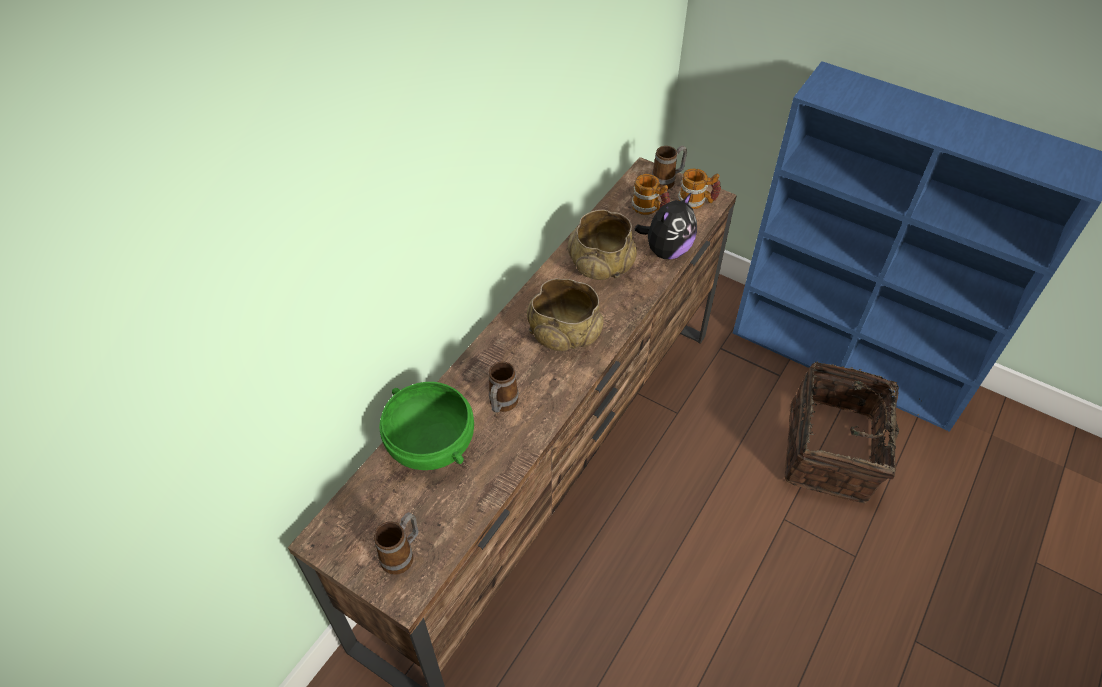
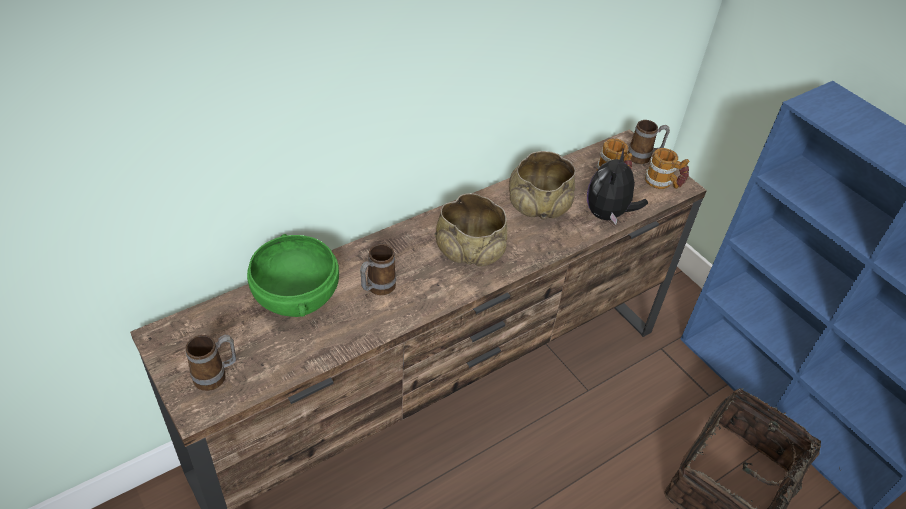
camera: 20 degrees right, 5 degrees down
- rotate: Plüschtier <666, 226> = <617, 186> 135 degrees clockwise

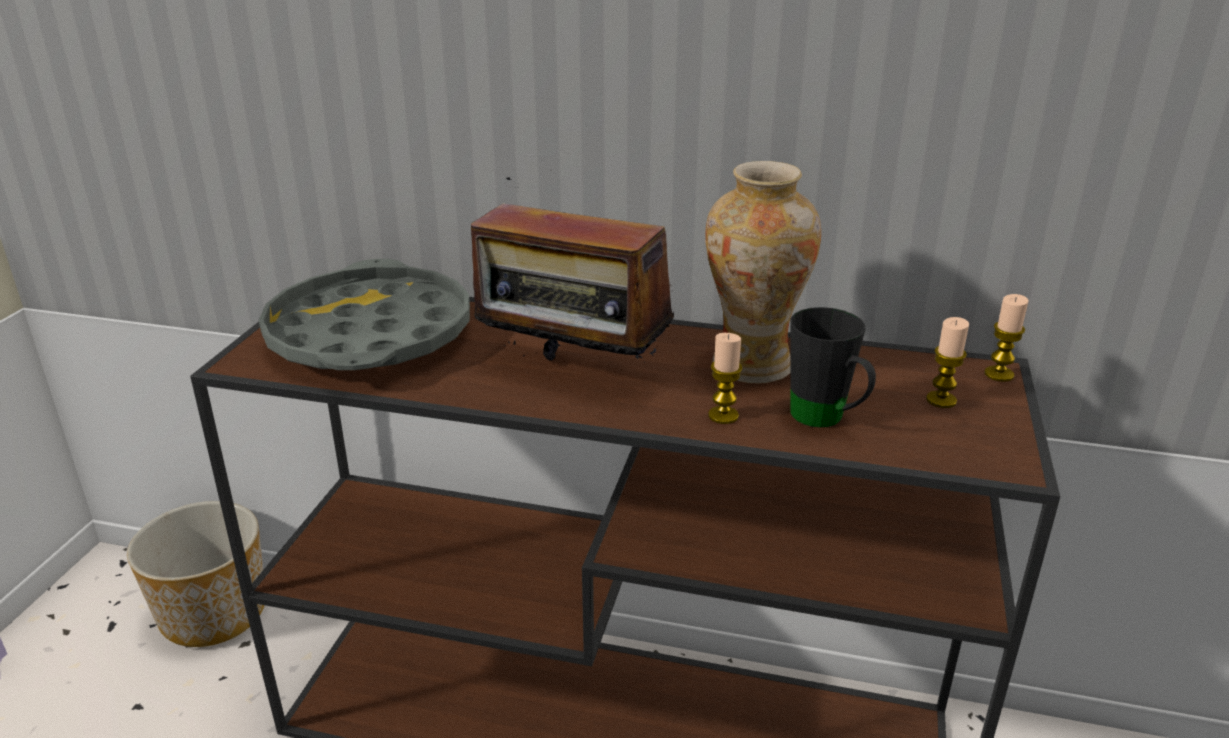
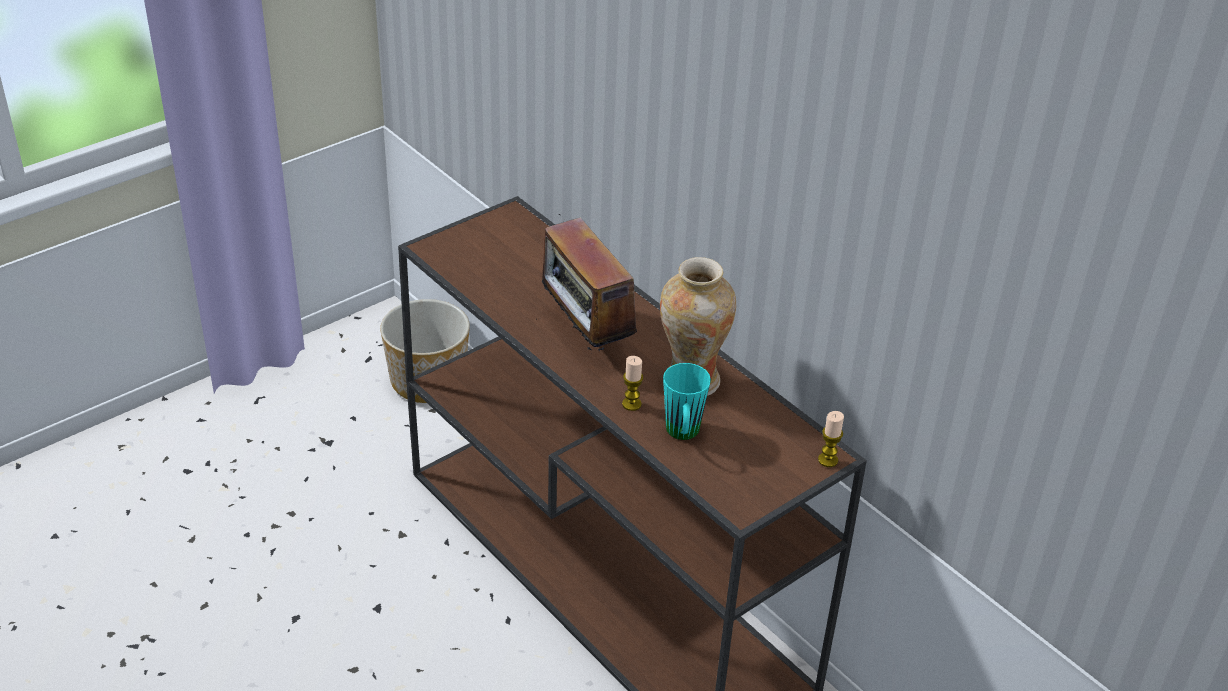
camera: 35 degrees right, 10 degrees up
- recolor: Henkelbecher/schwarz <833, 367> to Henkelbecher/türkis <687, 401>
- delete: Tablett/grau <364, 314>
- delete: Kerze <947, 362>

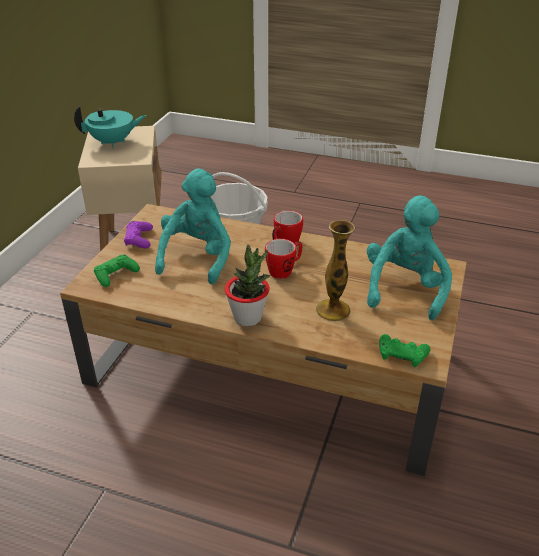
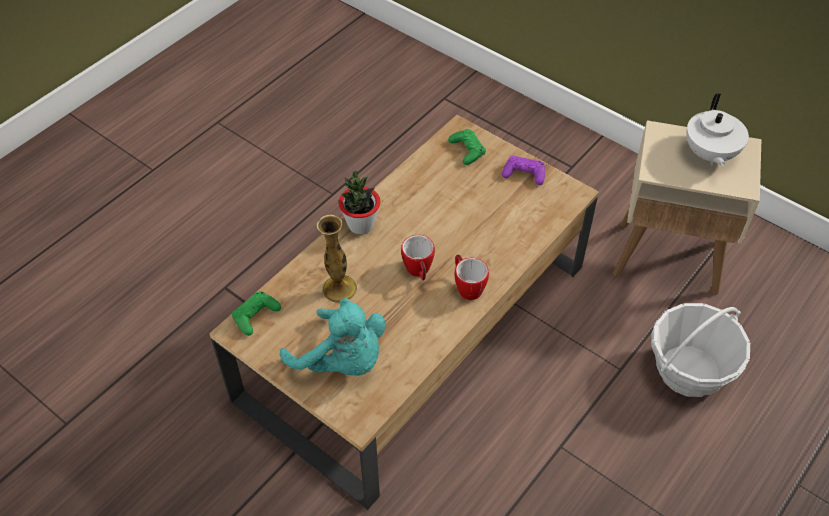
camera: 110 degrees right, 15 degrees up
- recolor: Teekanne/türkis <110, 126> to Teekanne/weiß <717, 129>
- delete: Plüschtier/türkis <193, 226>

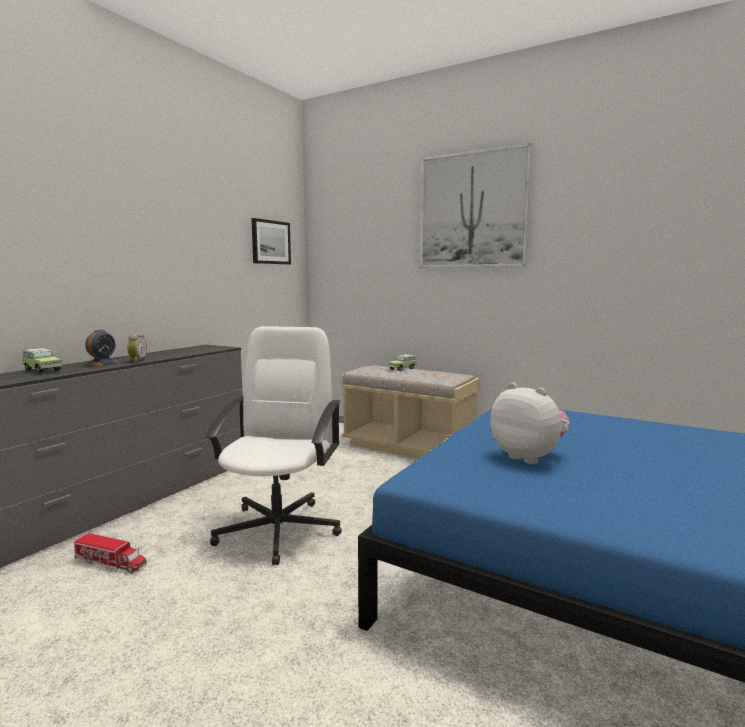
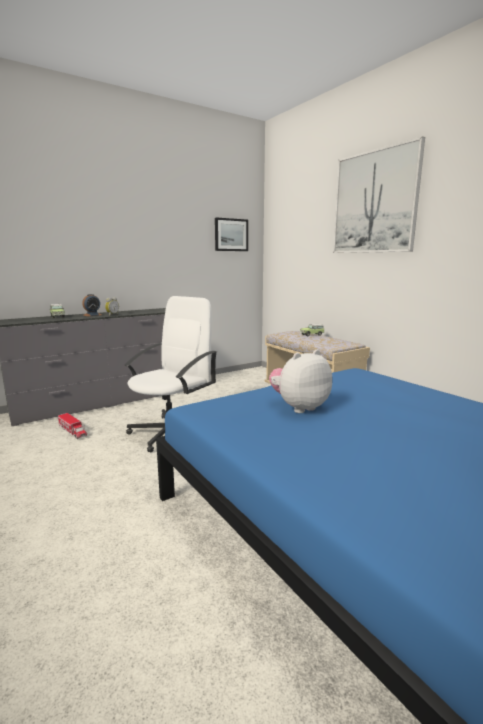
camera: 25 degrees right, 5 degrees up
- rotate: Plüschtier <530, 423> = <300, 381> 105 degrees counterclockwise

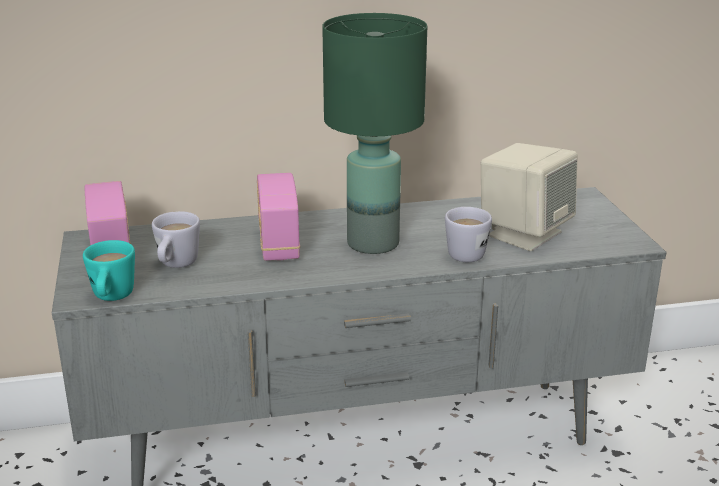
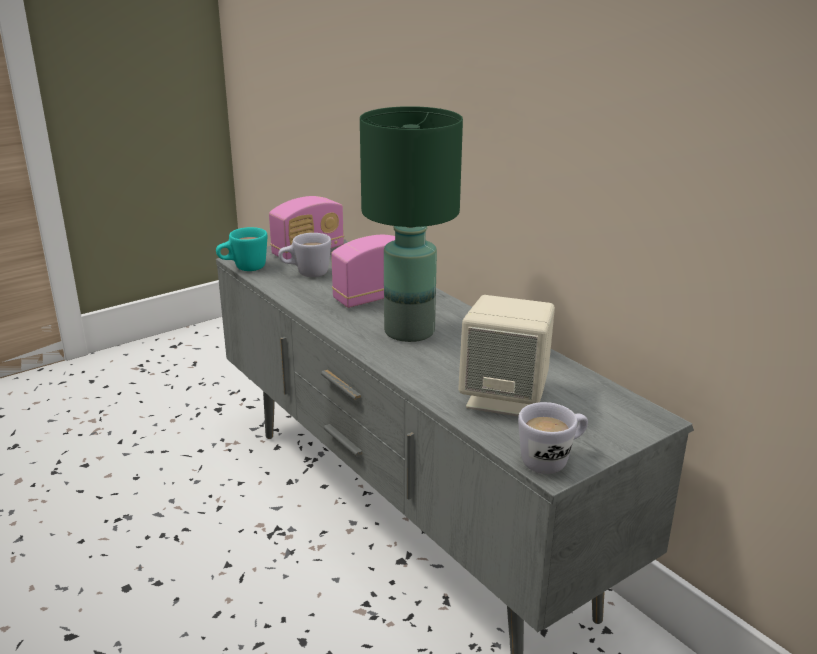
camera: 65 degrees right, 0 degrees up
- move: Henkelbecher/weiß <468, 234> to <553, 438>

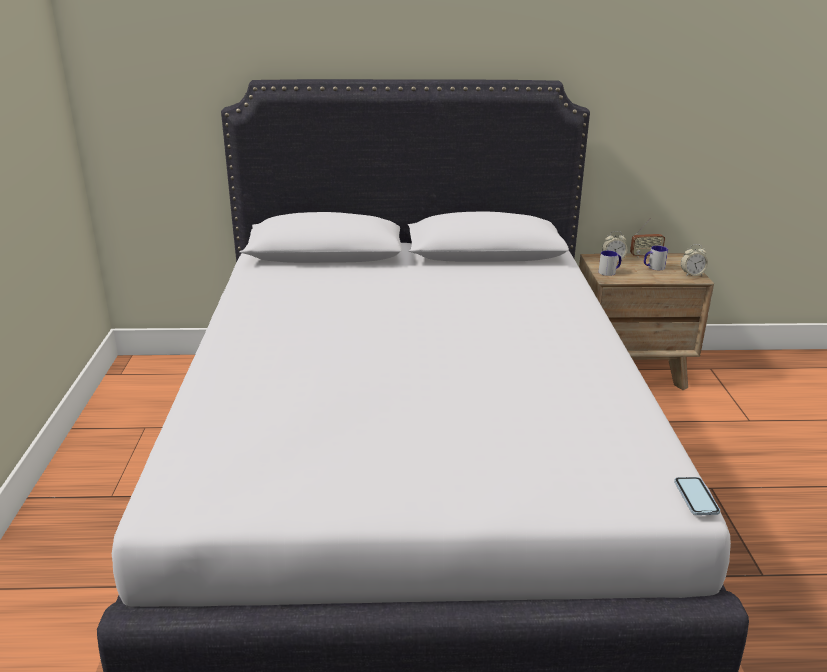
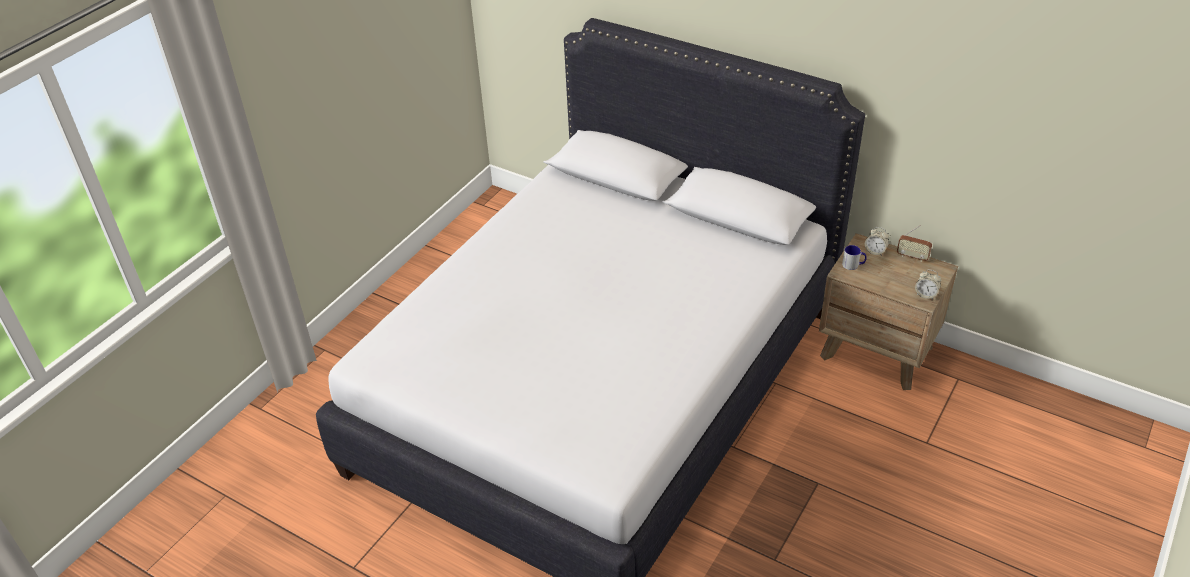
camera: 35 degrees right, 15 degrees up
- delete: Henkelbecher <656, 258>
- delete: Handy <697, 496>

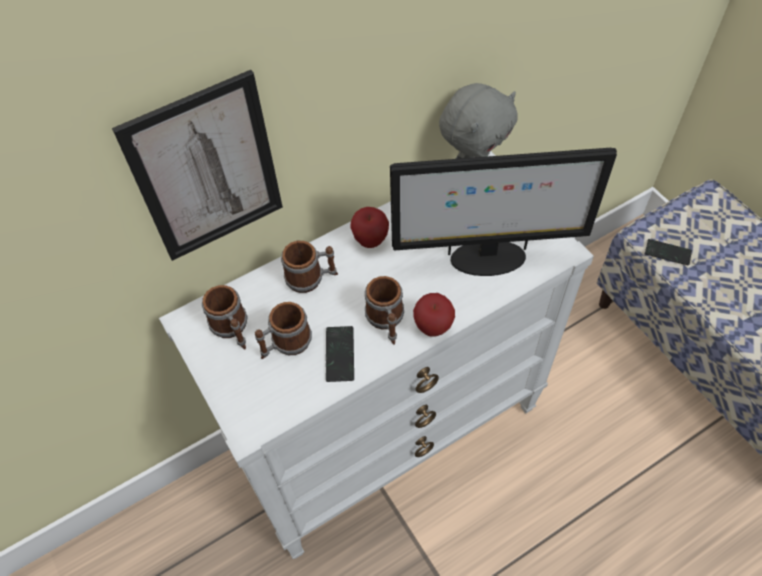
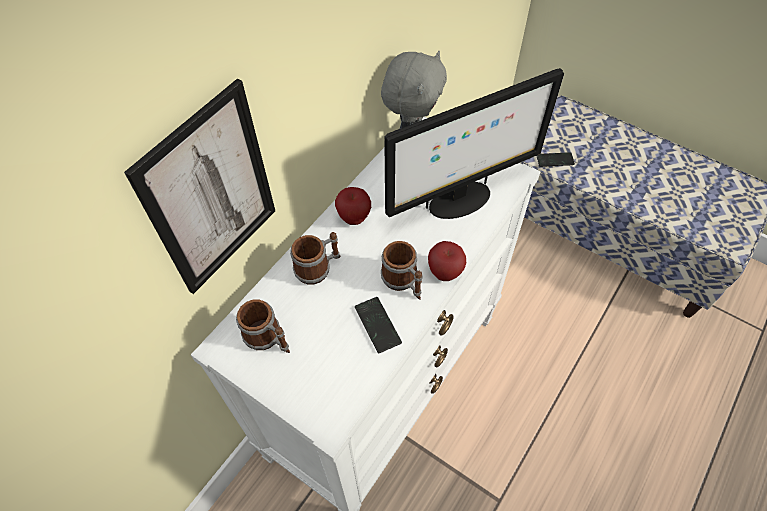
camera: 25 degrees left, 0 degrees up
- delete: Henkelbecher <283, 330>

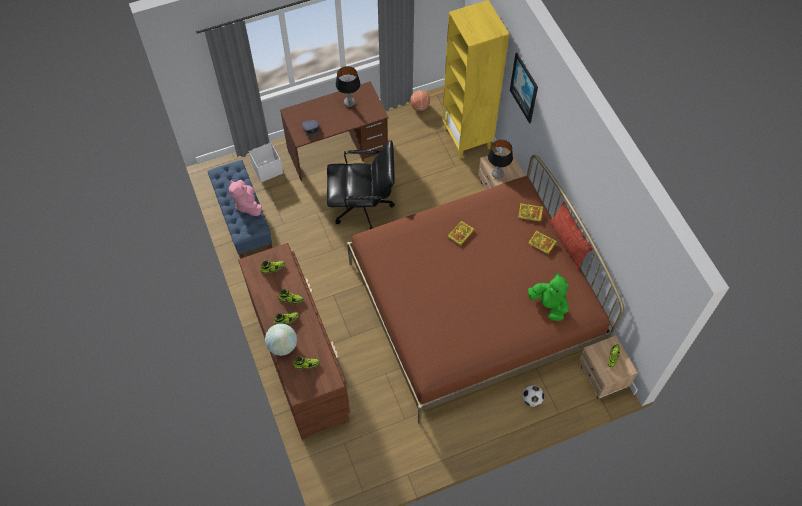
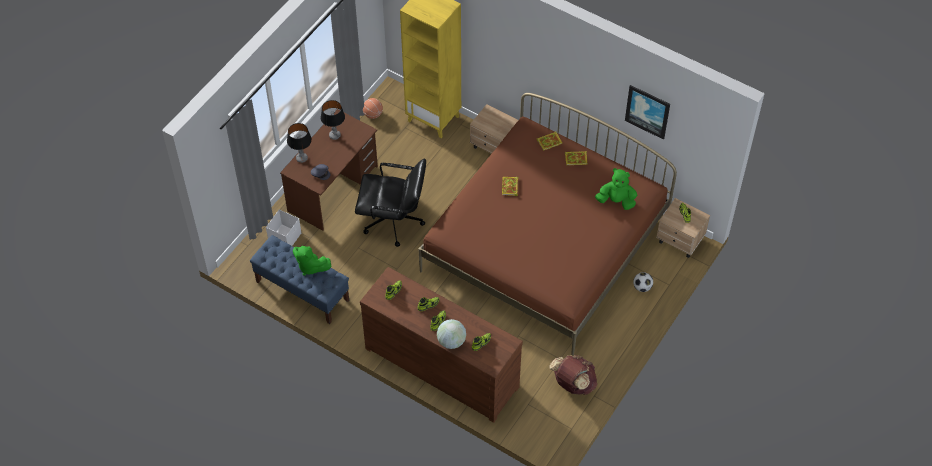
camera: 35 degrees left, 5 degrees down
- move: Tischlampe <500, 159> to <299, 143>
- recolor: Plüschtier/rosa <245, 198> to Plüschtier/grün <312, 261>
- rotate: Bürostuhl/schwarz <361, 185> = <390, 202> 45 degrees clockwise
- insert: Rucksack/braun <573, 375>
- move: Bild <524, 88> to <647, 112>
- delete: Kissen <571, 235>

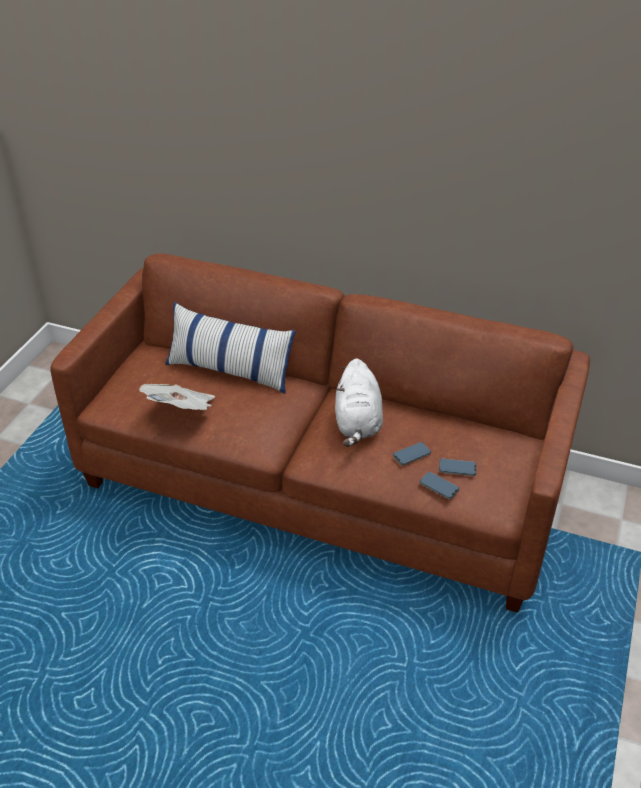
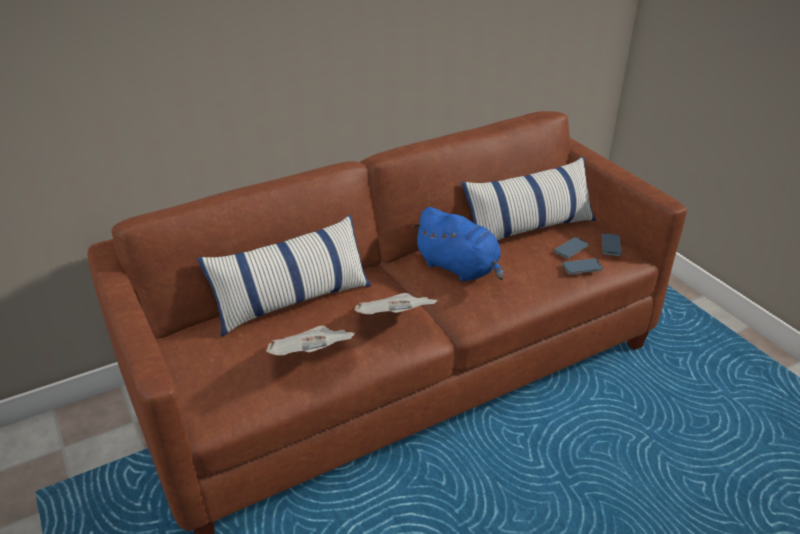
camera: 50 degrees left, 5 degrees down
- insert: Zeitung <396, 303>
- recolor: Plüschtier/weiß <359, 403> to Plüschtier/blau <458, 244>
- insert: Kissen <529, 198>
- move: Handy <412, 454> to <611, 244>

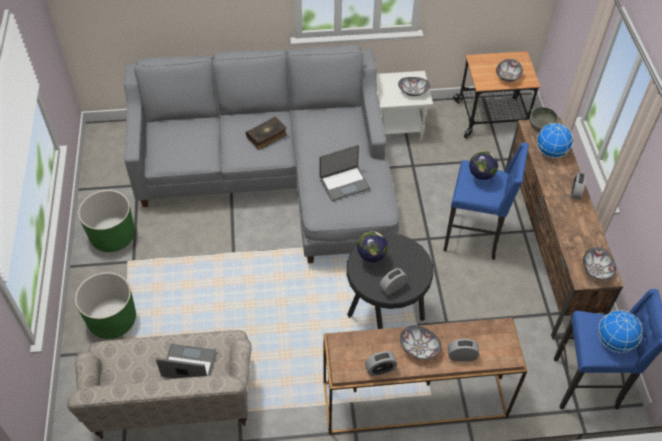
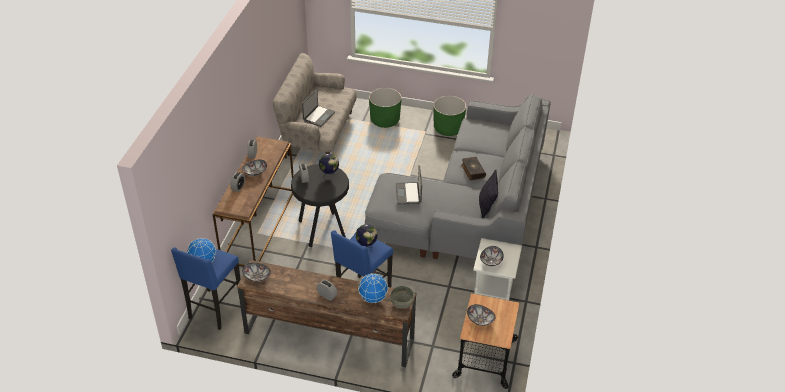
camera: 110 degrees right, 10 degrees down
- insert: Kissen <488, 193>

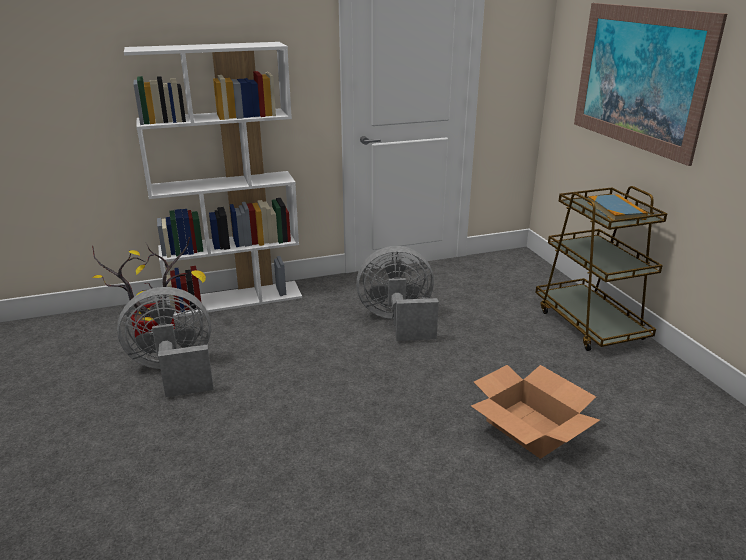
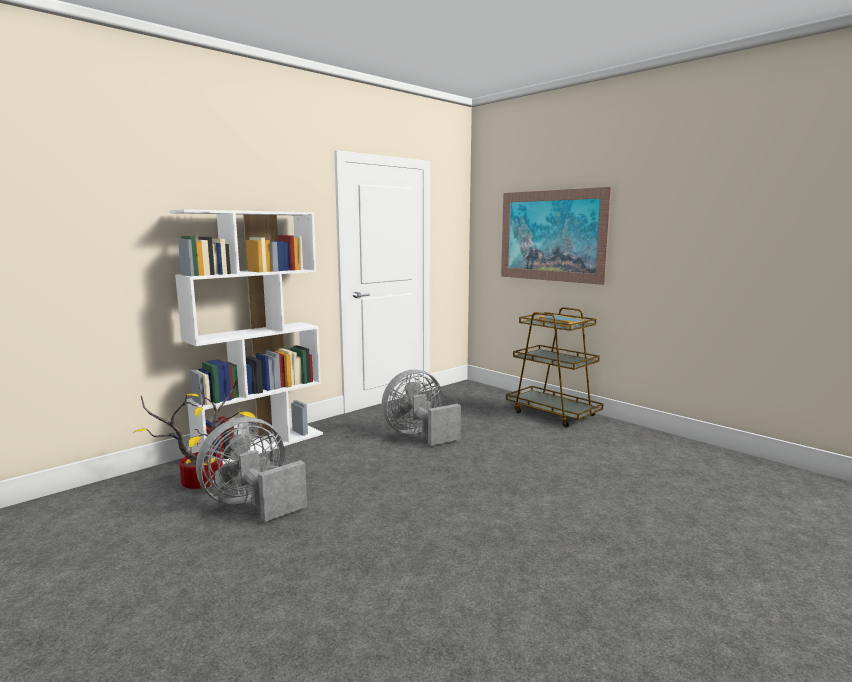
camera: 25 degrees left, 15 degrees down
- delete: Karton <535, 412>

